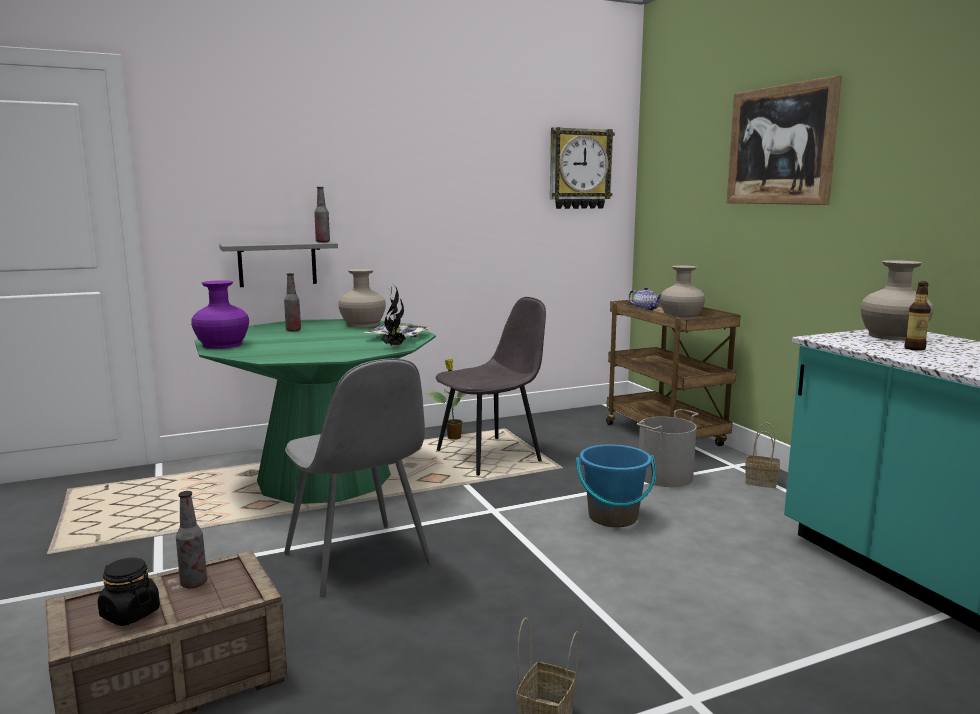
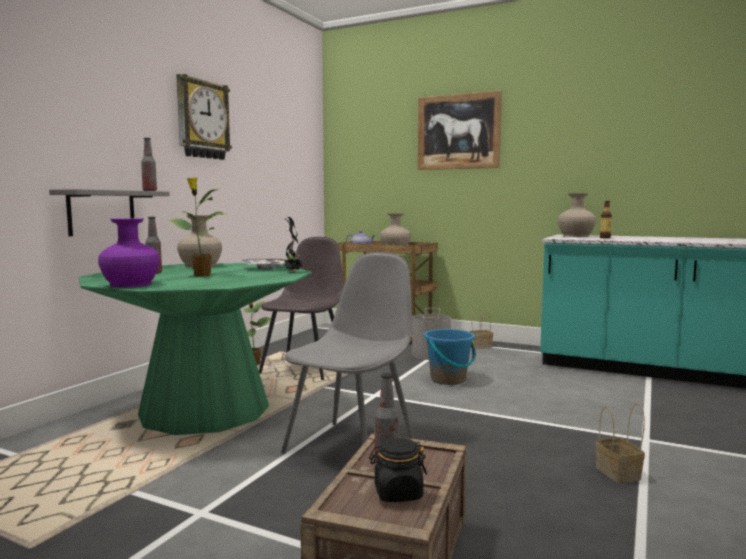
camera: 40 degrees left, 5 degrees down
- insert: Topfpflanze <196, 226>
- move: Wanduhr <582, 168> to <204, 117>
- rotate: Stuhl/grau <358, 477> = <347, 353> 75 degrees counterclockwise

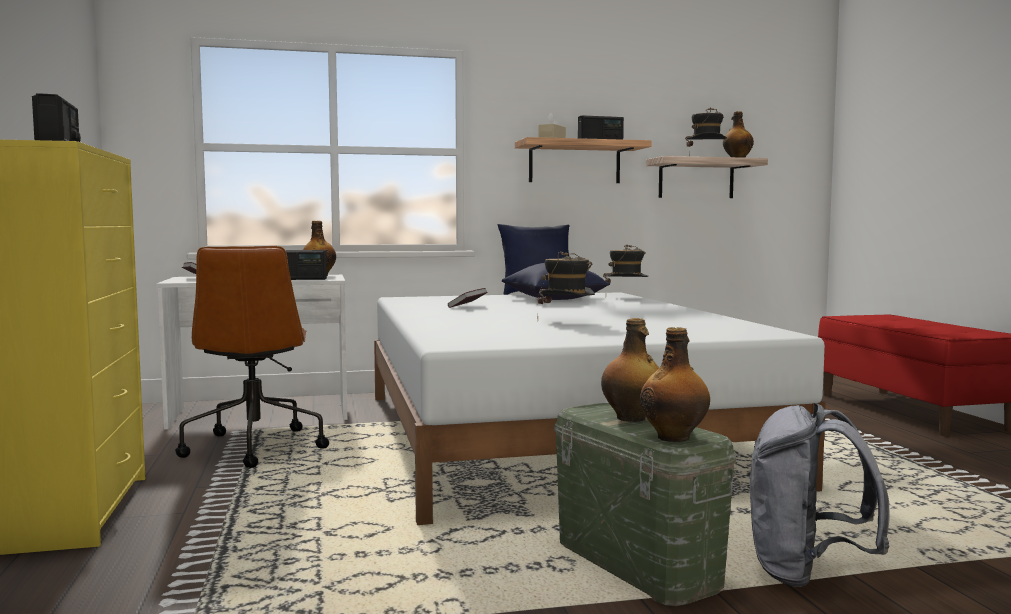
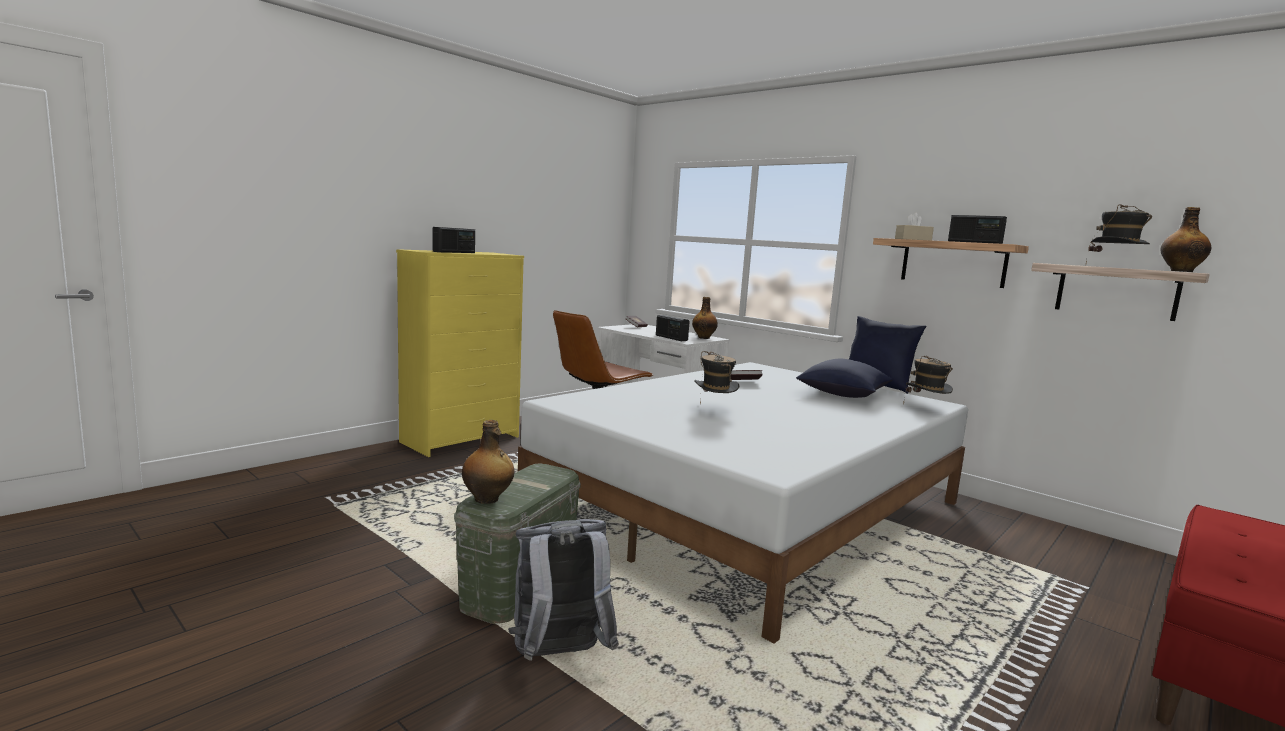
camera: 55 degrees right, 5 degrees up
- delete: Flasche <630, 370>

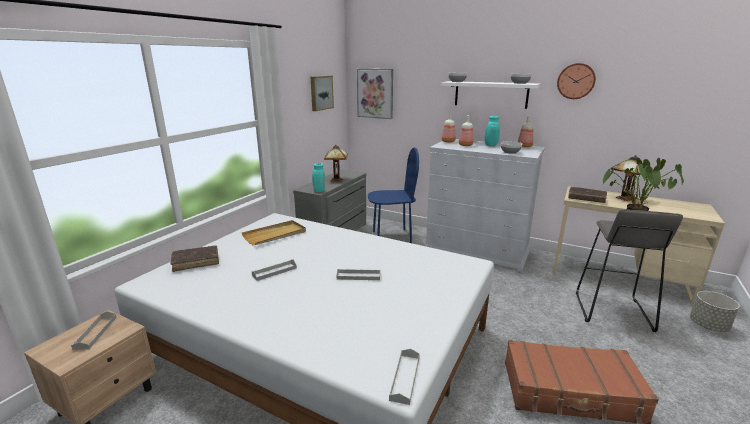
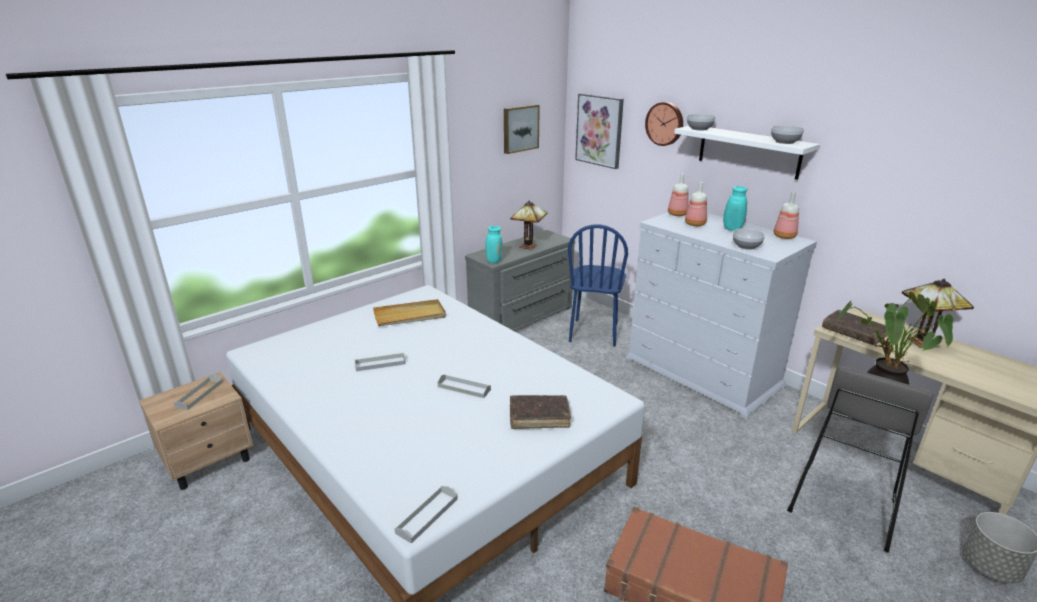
camera: 20 degrees right, 5 degrees up
- move: Buch/braun <195, 259> to <540, 412>
- rotate: Stuhl/blau <393, 195> = <598, 285> 90 degrees clockwise
- move: Wanduhr <576, 81> to <664, 124>

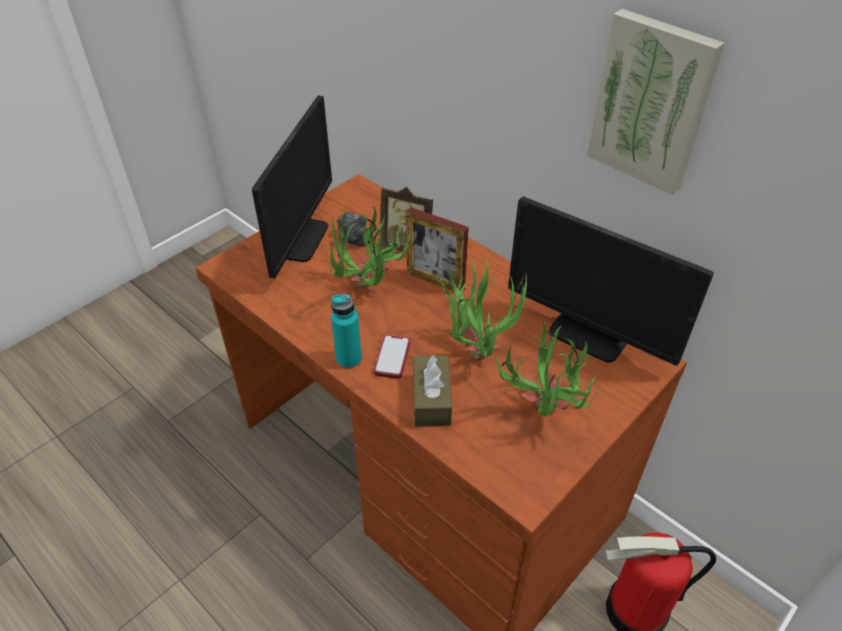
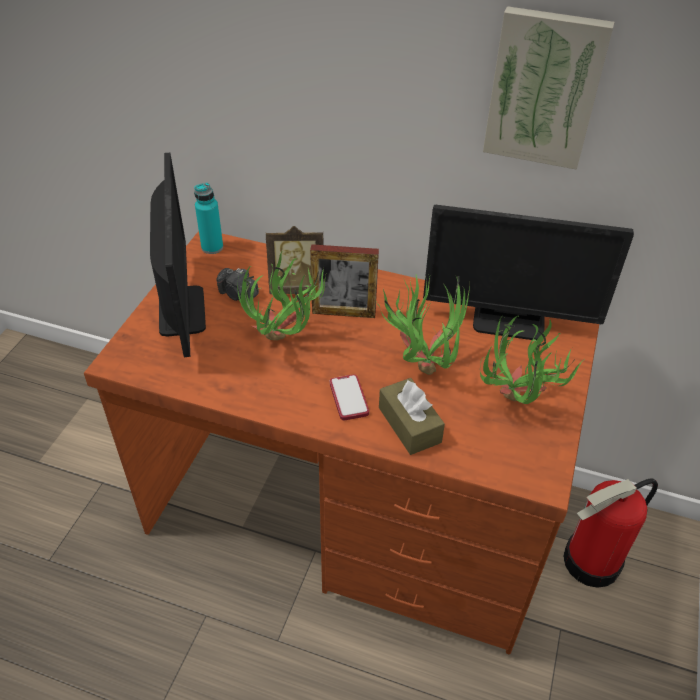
camera: 25 degrees left, 0 degrees up
- move: Flasche/türkis <346, 331> to <208, 218>

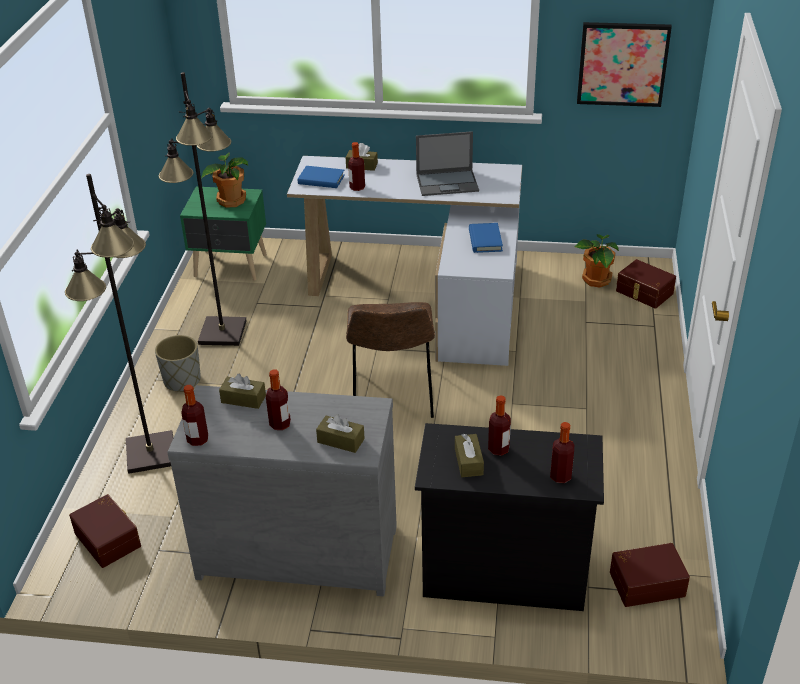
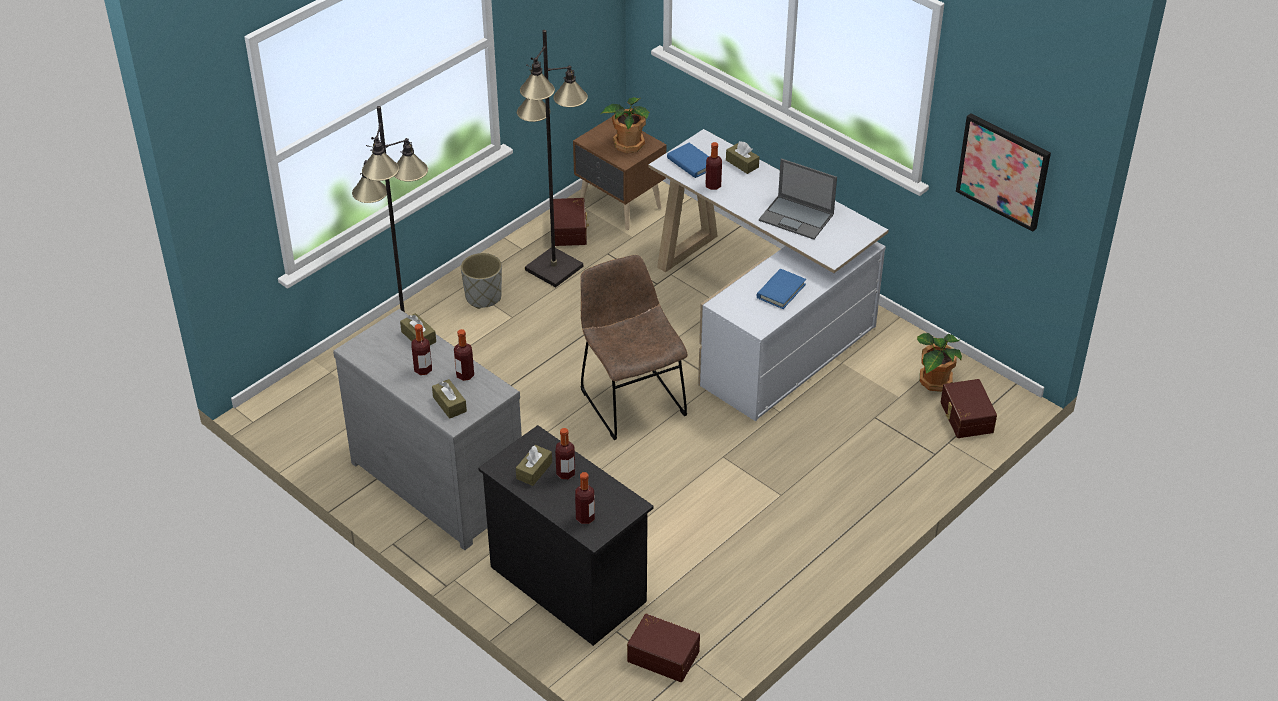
camera: 35 degrees right, 5 degrees up
- move: Flasche <194, 415> to <464, 355>
- move: Aufbewahrungsbox/braun <105, 531> to <571, 222>
- recolor: Nachttisch/grün <223, 234> to Nachttisch/braun <619, 173>
- rotate: Stuhl/braun <390, 360> = <634, 347> 120 degrees clockwise

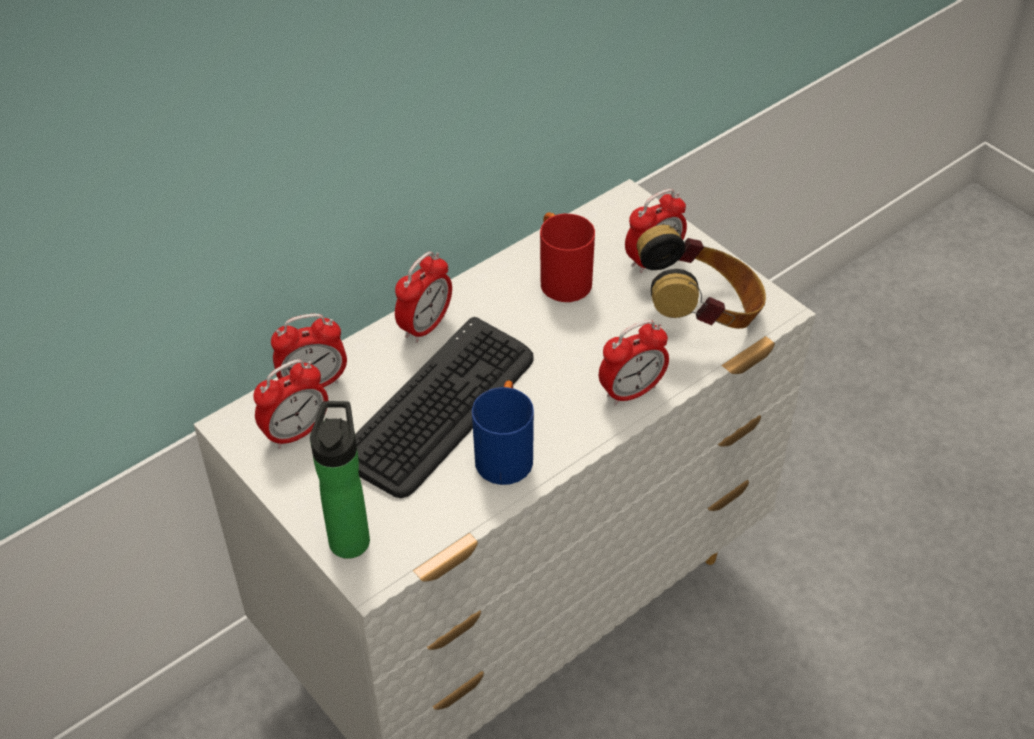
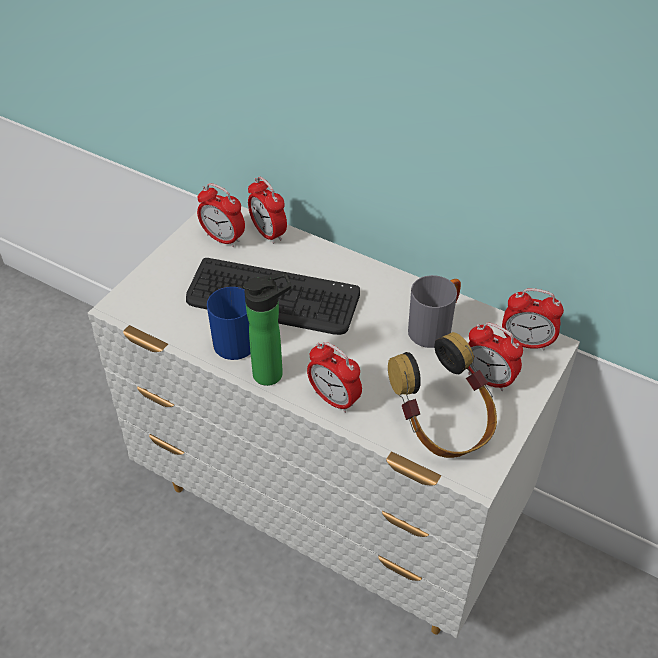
camera: 70 degrees right, 0 degrees up
- move: Flasche <340, 480> to <267, 329>
- recolor: Henkelbecher/rot <567, 257> to Henkelbecher/grau <434, 311>
- move: Wecker <423, 297> to <533, 319>

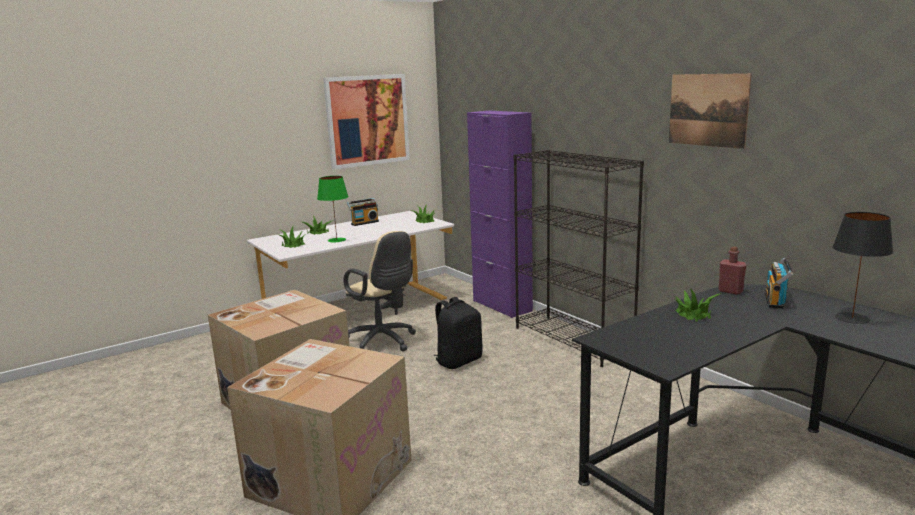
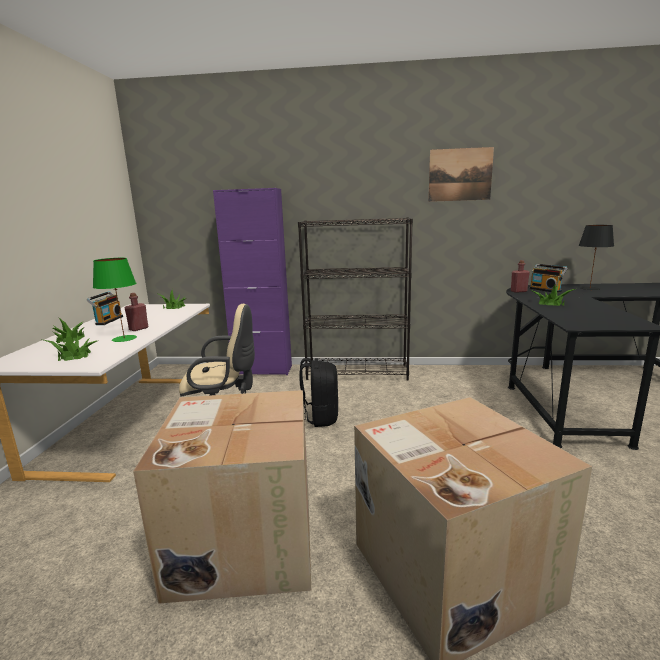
camera: 50 degrees left, 0 degrees up
- insert: Flasche/rot <136, 312>
- delete: Bild <366, 122>

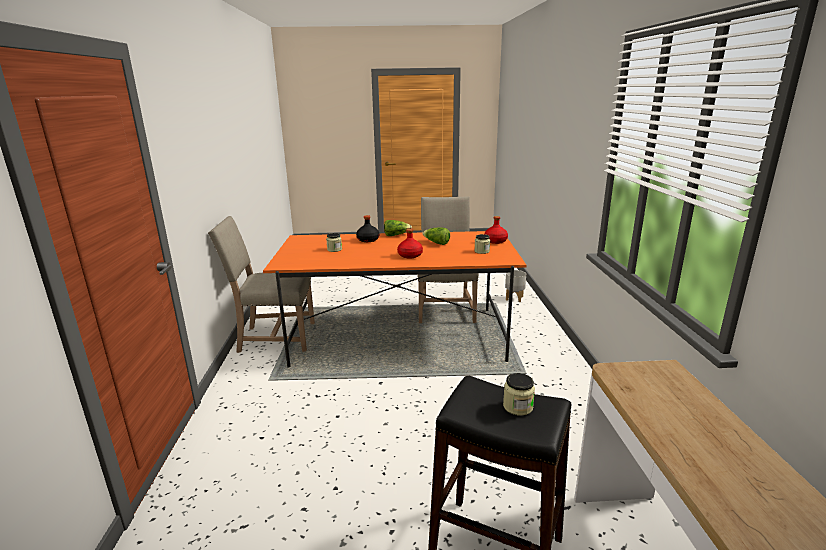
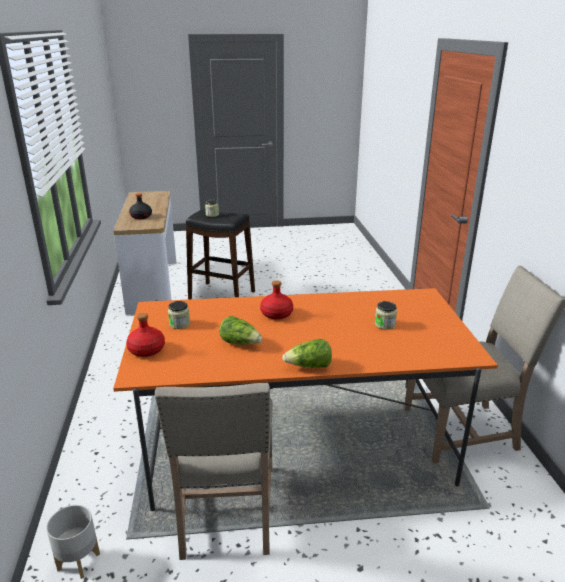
camera: 175 degrees right, 5 degrees up
- move: Flasche/schwarz <367, 228> to <140, 206>

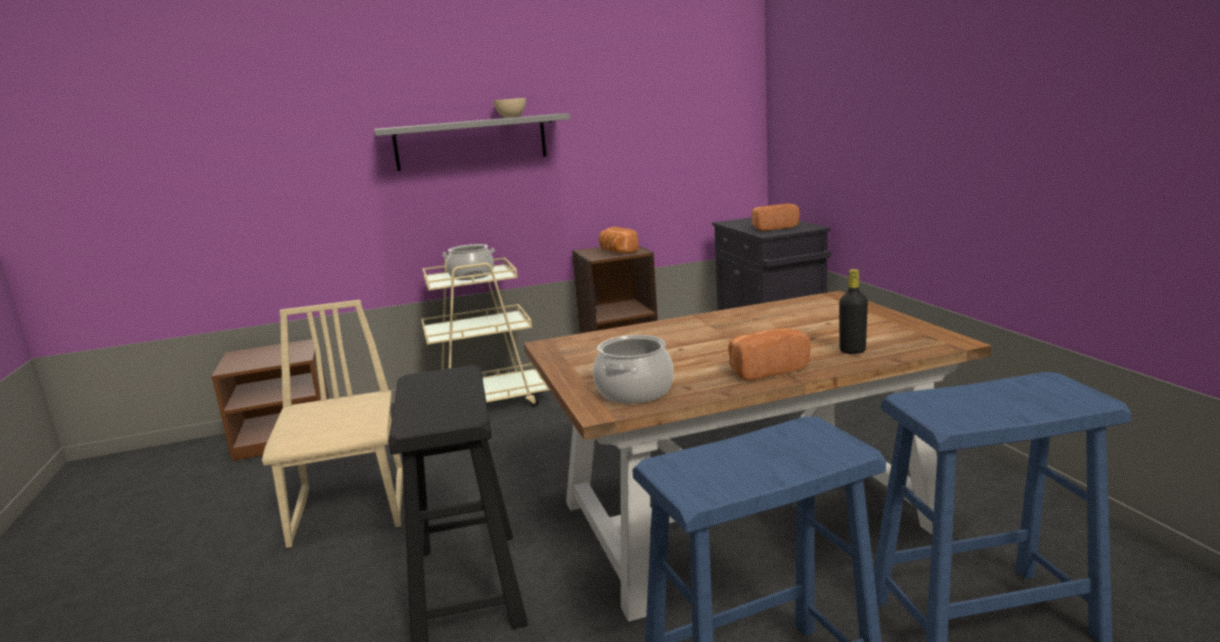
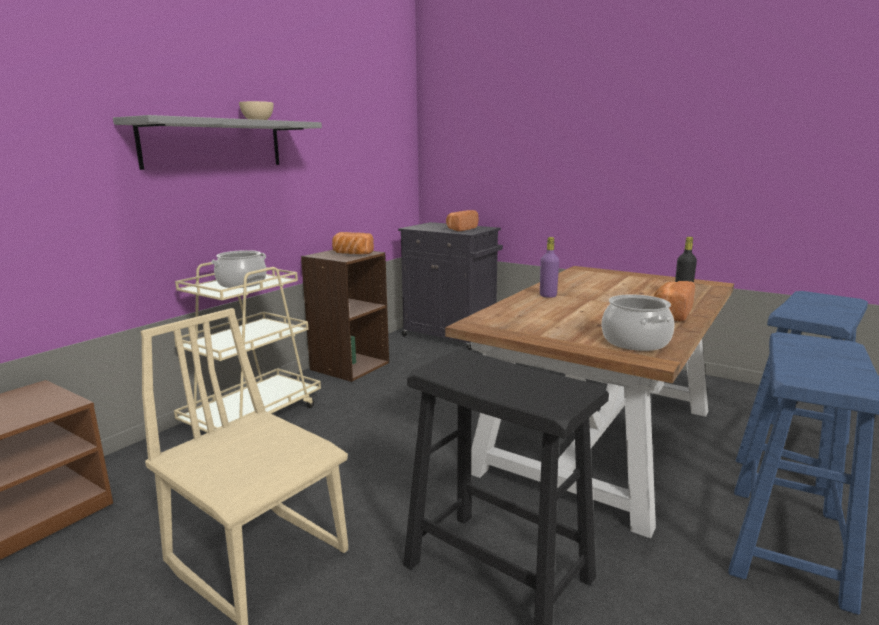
camera: 40 degrees left, 0 degrees up
- insert: Flasche/lila <549, 267>

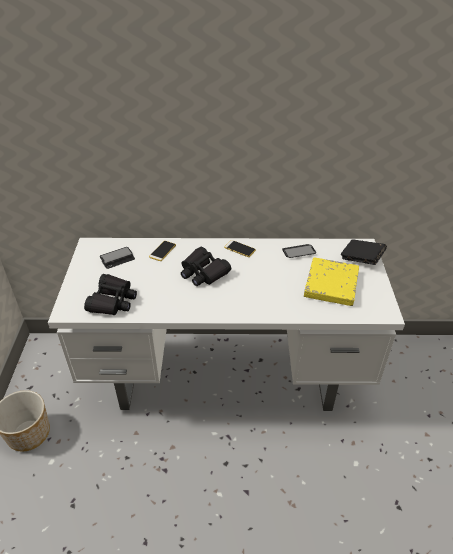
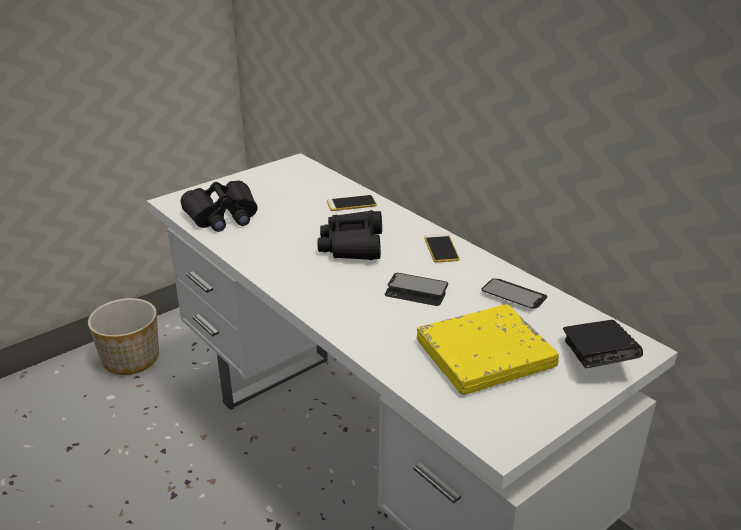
camera: 50 degrees right, 10 degrees down
- move: Handy <117, 258> to <416, 289>

